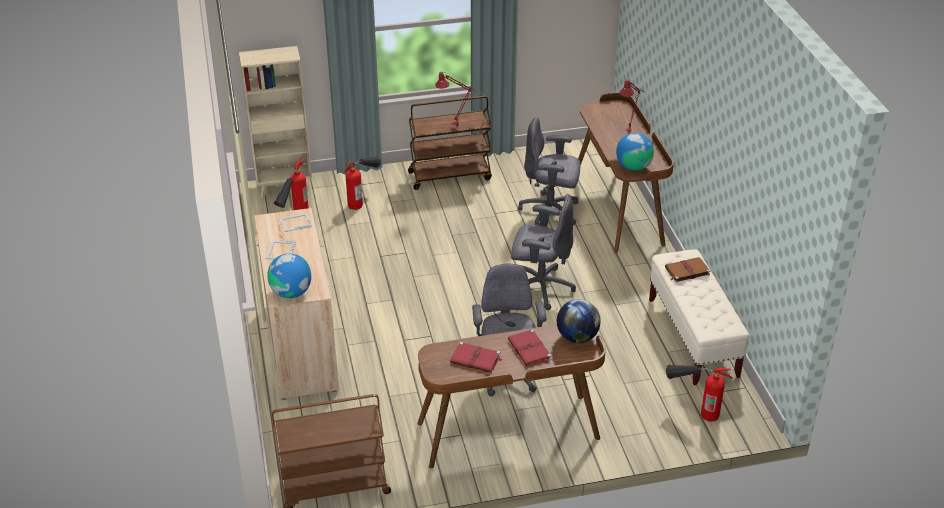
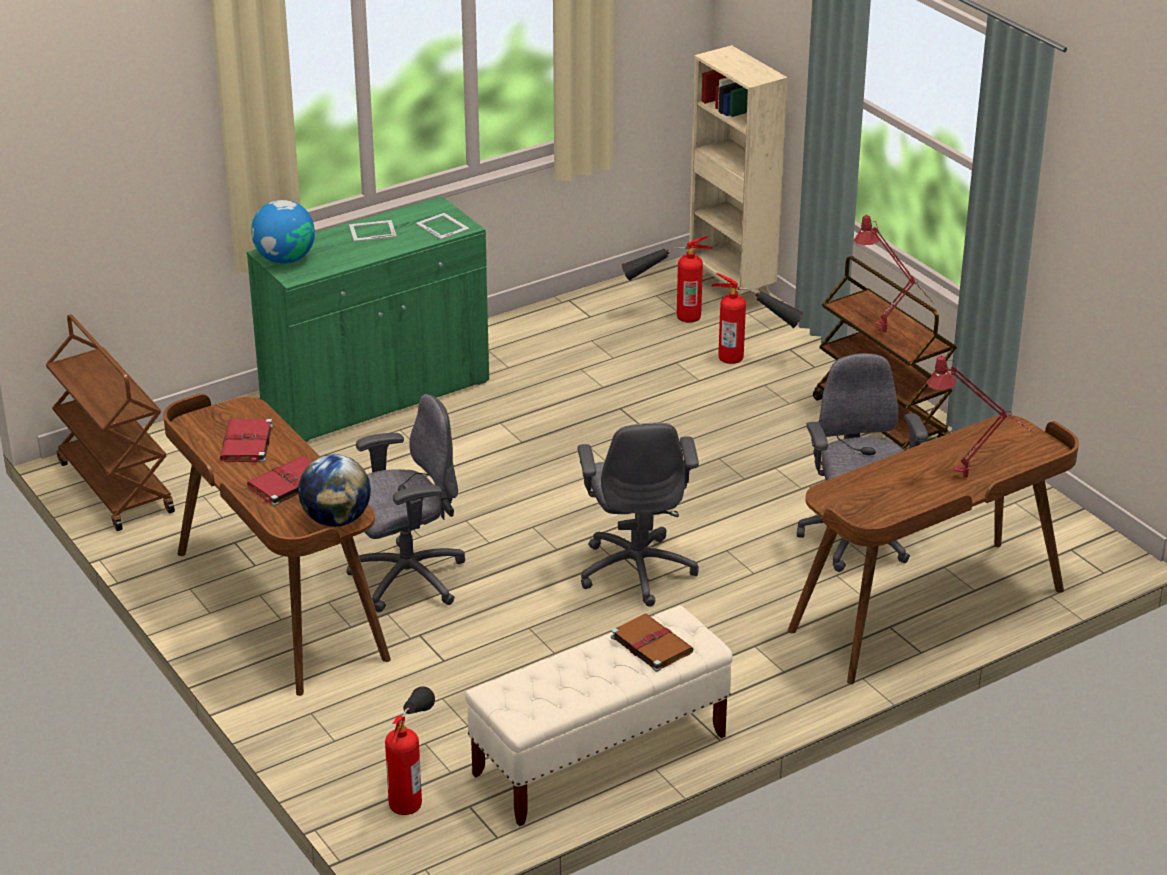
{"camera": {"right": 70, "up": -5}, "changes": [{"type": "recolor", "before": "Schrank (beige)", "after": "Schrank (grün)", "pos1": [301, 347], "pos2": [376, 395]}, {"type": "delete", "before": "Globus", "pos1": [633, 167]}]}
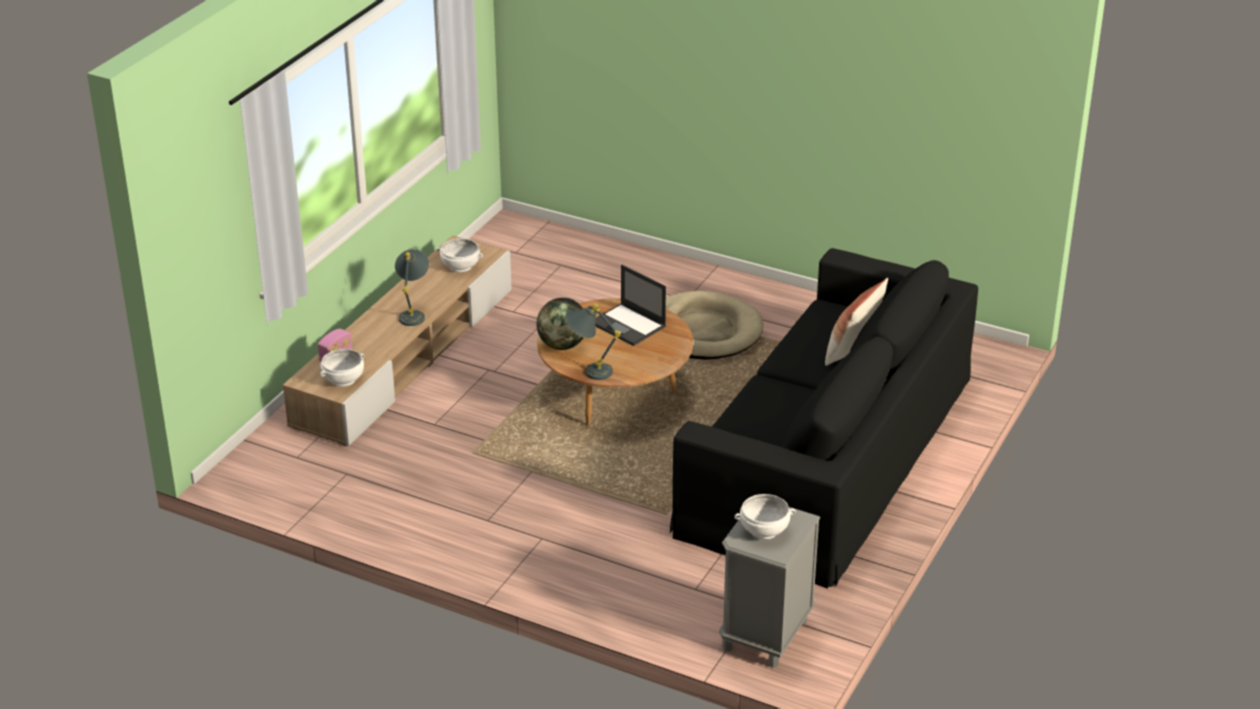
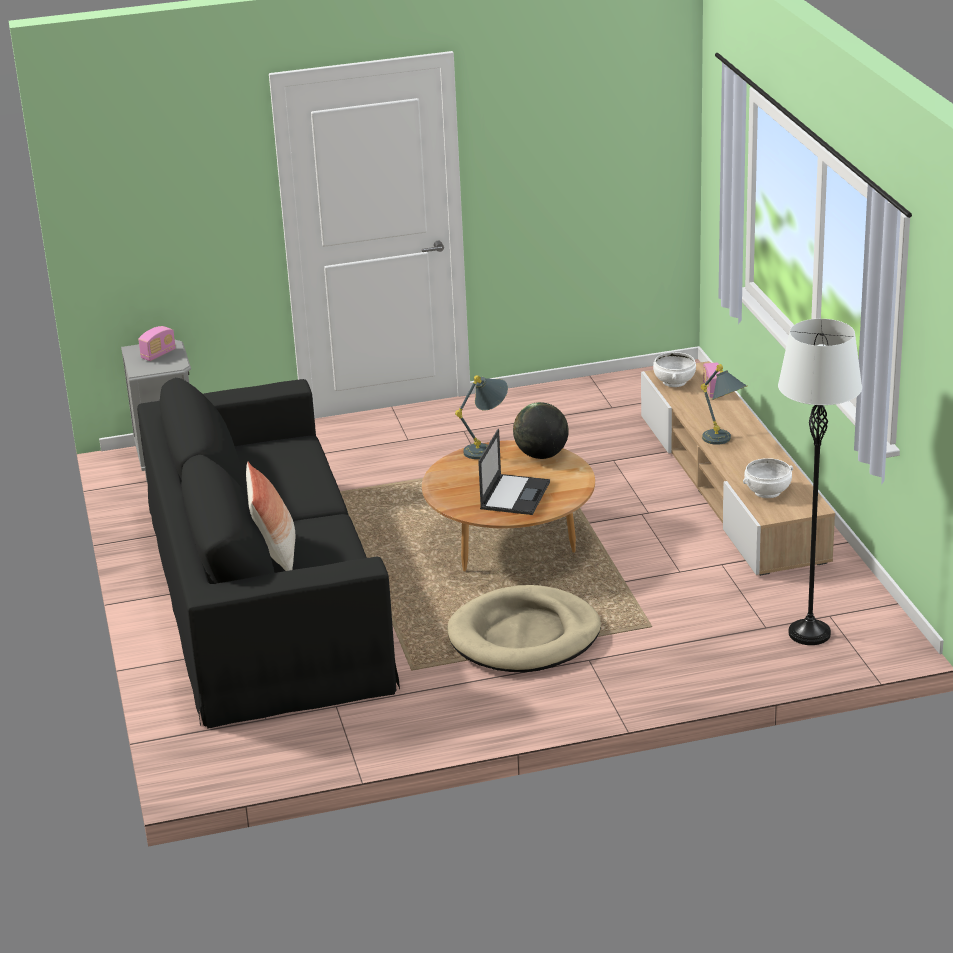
{"camera": {"right": 140, "up": -5}, "changes": [{"type": "replace", "before": "Schüssel (weiß)", "after": "Radio", "pos1": [764, 531], "pos2": [158, 354]}, {"type": "rotate", "before": "Laptop", "pos1": [629, 325], "pos2": [515, 495], "turn": 105}, {"type": "insert", "after": "Stehlampe (weiß)", "pos2": [809, 633]}]}
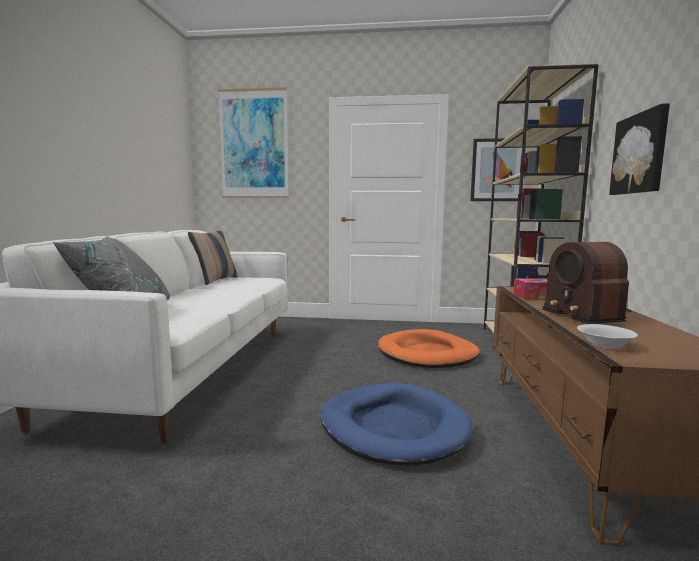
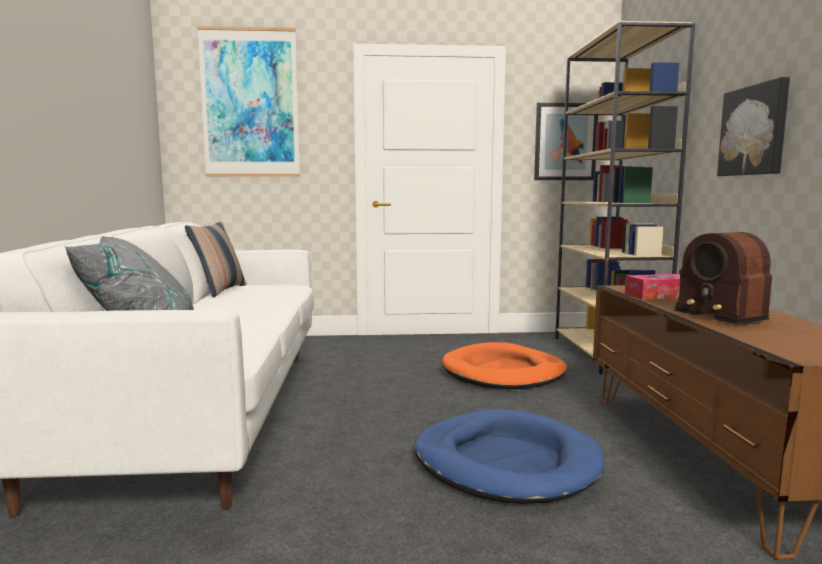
{"camera": {"right": -10, "up": 0}, "changes": [{"type": "delete", "before": "Schüssel (weiß)", "pos1": [605, 345]}]}
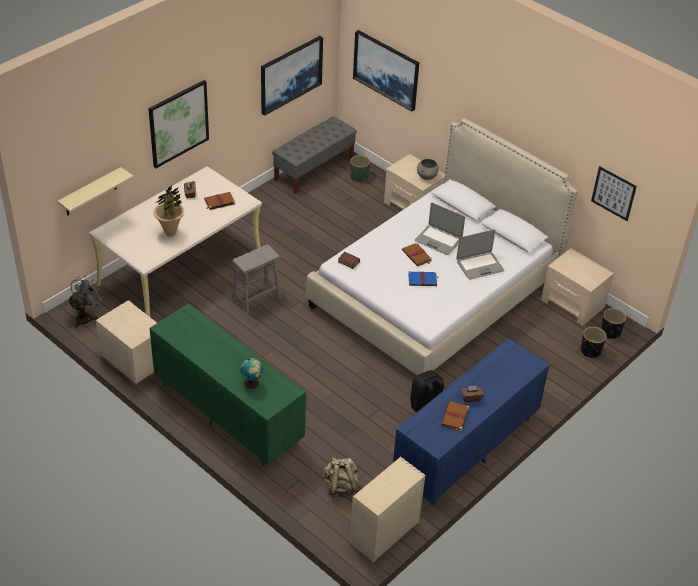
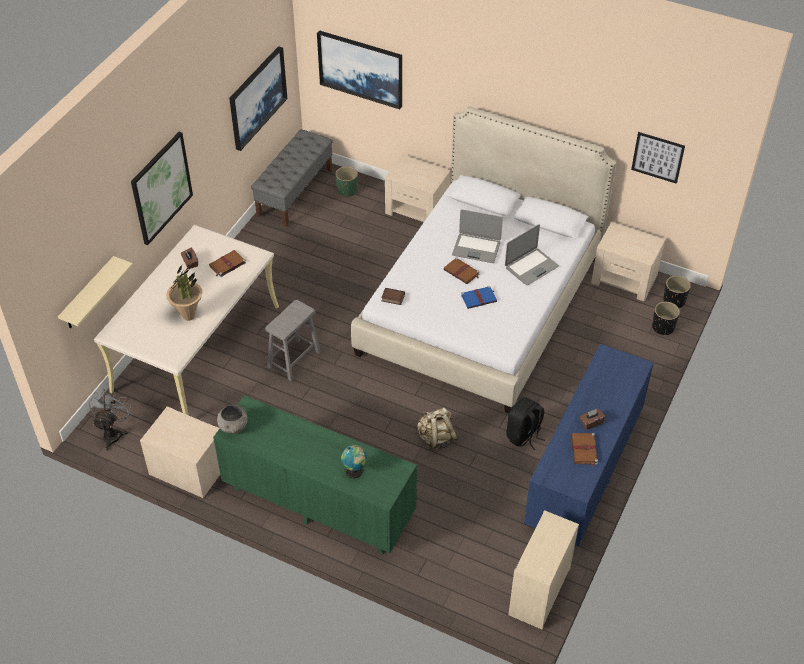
{"camera": {"right": -15, "up": 5}, "changes": [{"type": "move", "before": "Schüssel (grau)", "pos1": [427, 177], "pos2": [234, 427]}, {"type": "move", "before": "Rucksack (beige)", "pos1": [341, 487], "pos2": [436, 439]}]}
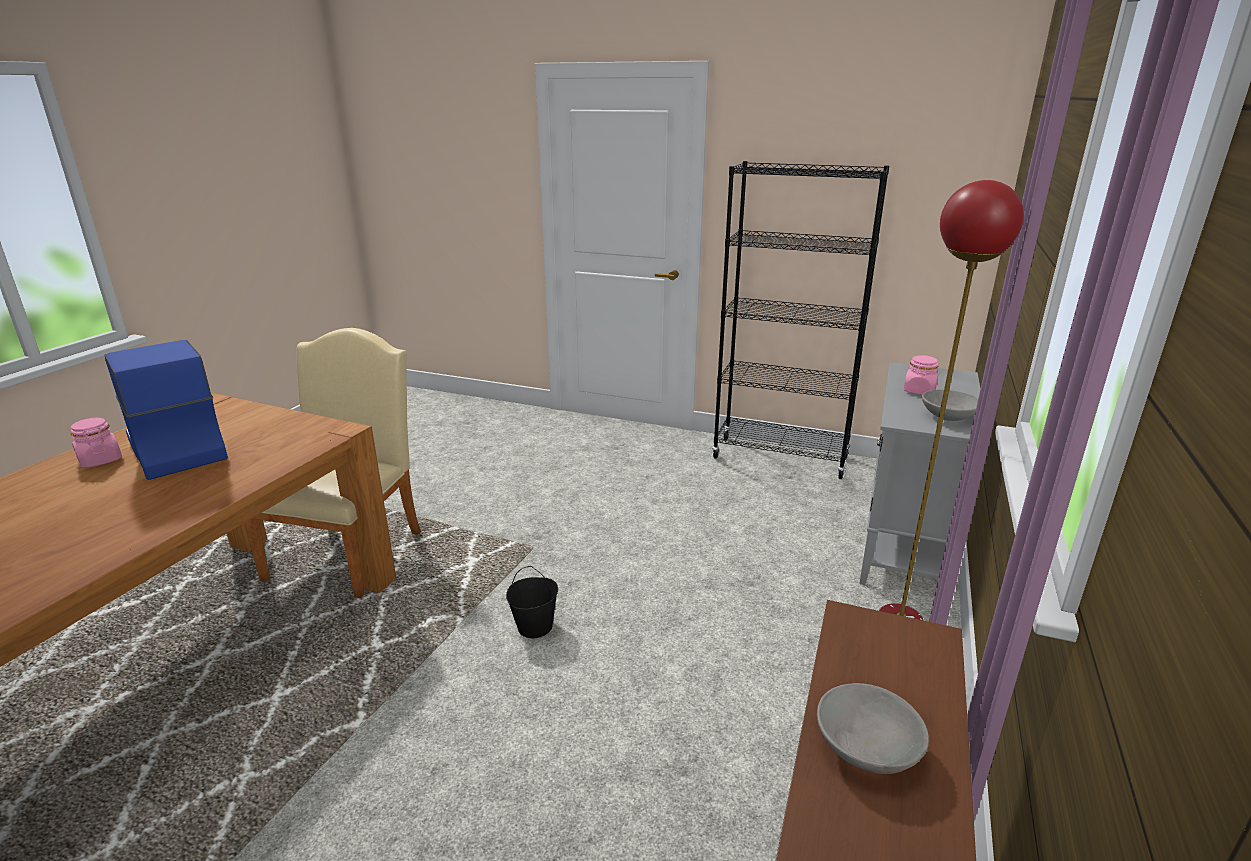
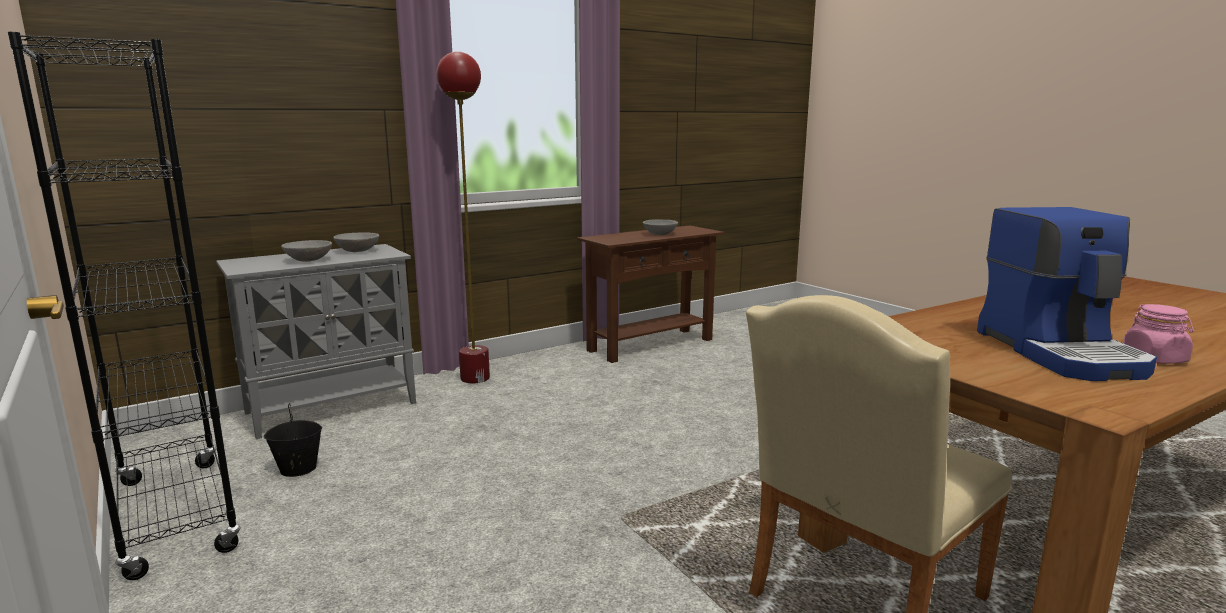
{"camera": {"right": -145, "up": -10}, "changes": [{"type": "move", "before": "Eimer (schwarz)", "pos1": [535, 626], "pos2": [297, 469]}, {"type": "replace", "before": "Vorratsglas (rosa)", "after": "Schüssel (grau)", "pos1": [919, 391], "pos2": [308, 260]}]}
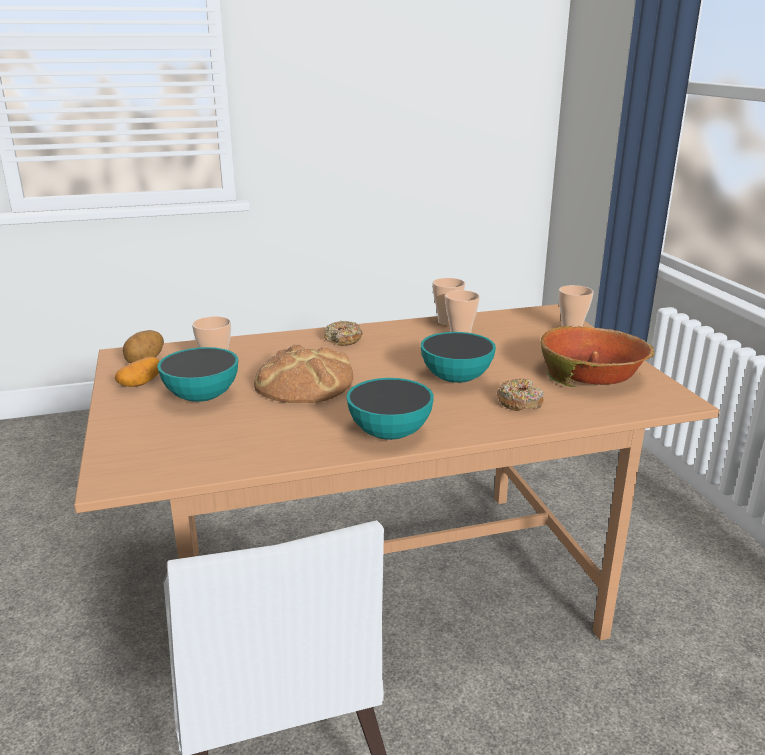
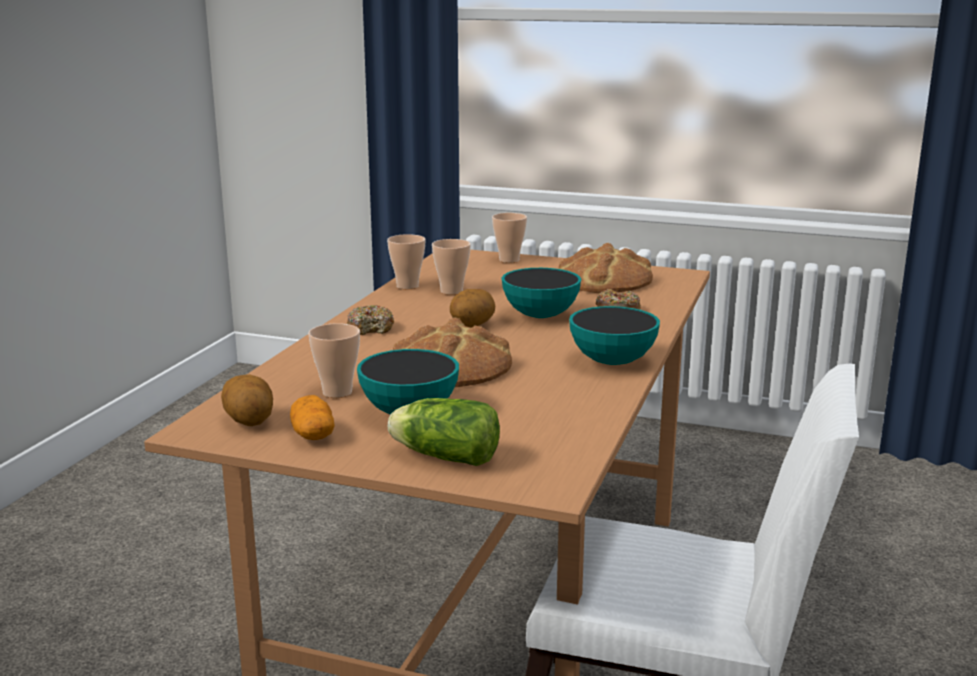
{"camera": {"right": -55, "up": -5}, "changes": [{"type": "insert", "after": "Salatkopf", "pos2": [443, 456]}, {"type": "insert", "after": "Kartoffel", "pos2": [472, 326]}, {"type": "replace", "before": "Schüssel", "after": "Brot", "pos1": [592, 375], "pos2": [603, 280]}]}
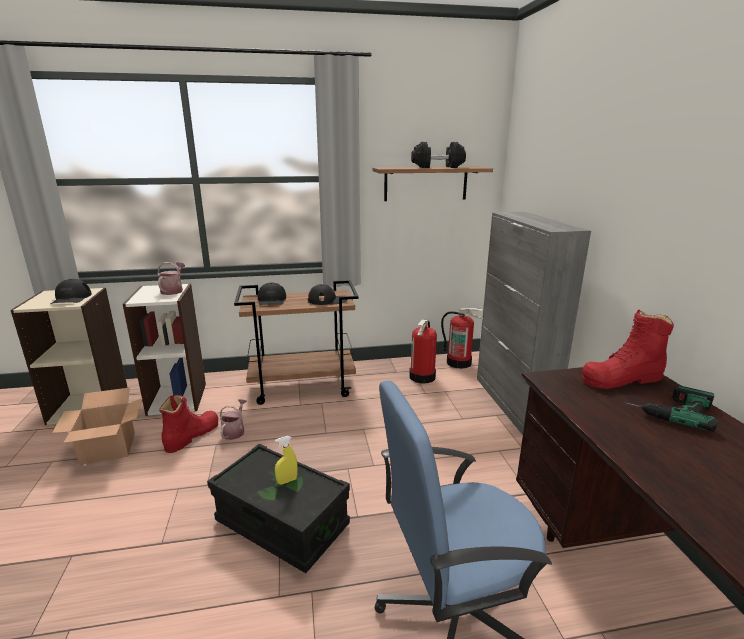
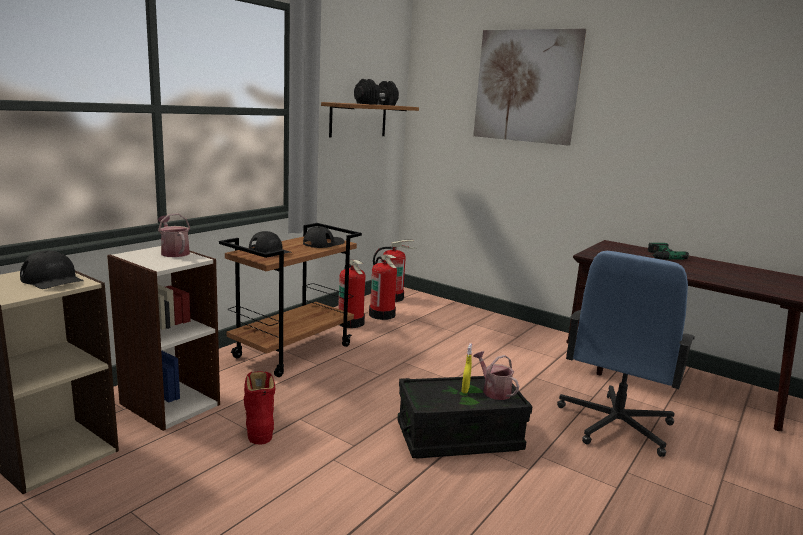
{"camera": {"right": -45, "up": -5}, "changes": [{"type": "insert", "after": "Feuerlöscher", "pos2": [351, 322]}, {"type": "insert", "after": "Bild", "pos2": [526, 86]}, {"type": "move", "before": "Gießkanne", "pos1": [235, 431], "pos2": [494, 391]}, {"type": "delete", "before": "Karton", "pos1": [109, 448]}, {"type": "delete", "before": "Schrank (grau)", "pos1": [512, 403]}, {"type": "delete", "before": "Stiefel (rot)", "pos1": [622, 379]}]}
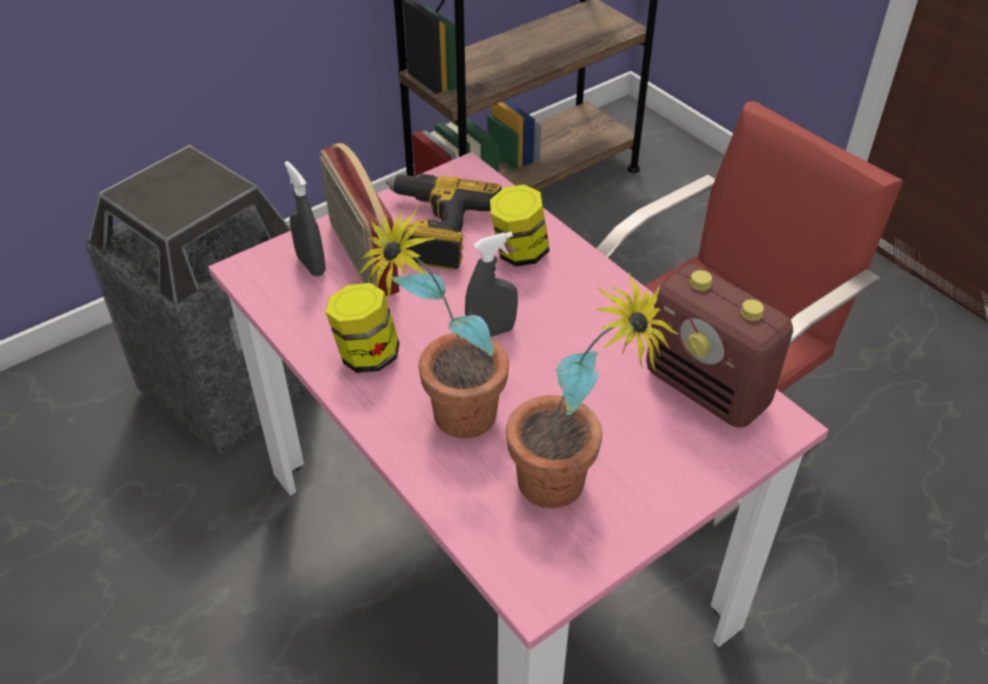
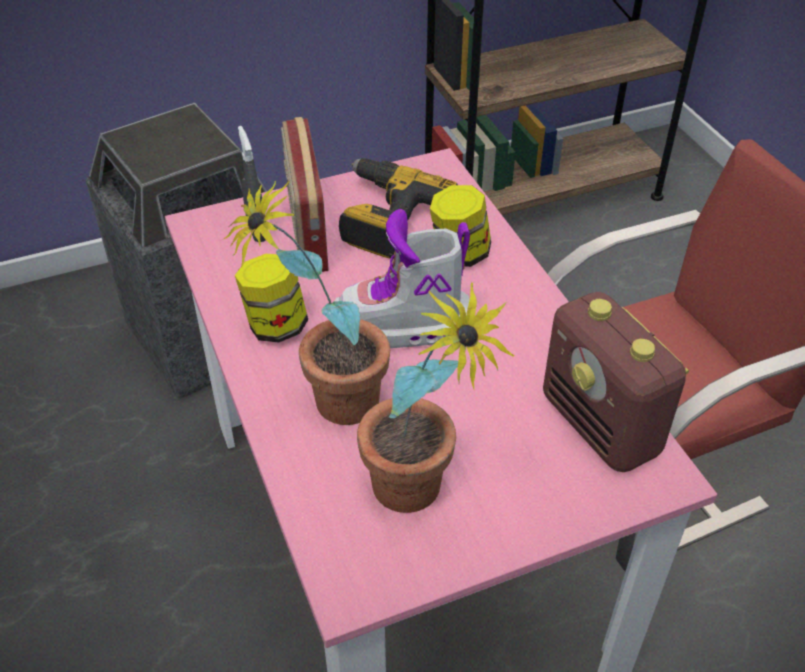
{"camera": {"right": 15, "up": 0}, "changes": [{"type": "replace", "before": "Sprühflasche (grau)", "after": "Stiefel", "pos1": [491, 332], "pos2": [403, 326]}]}
